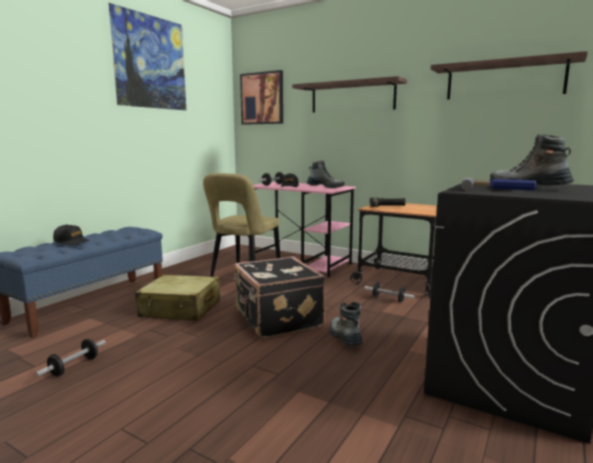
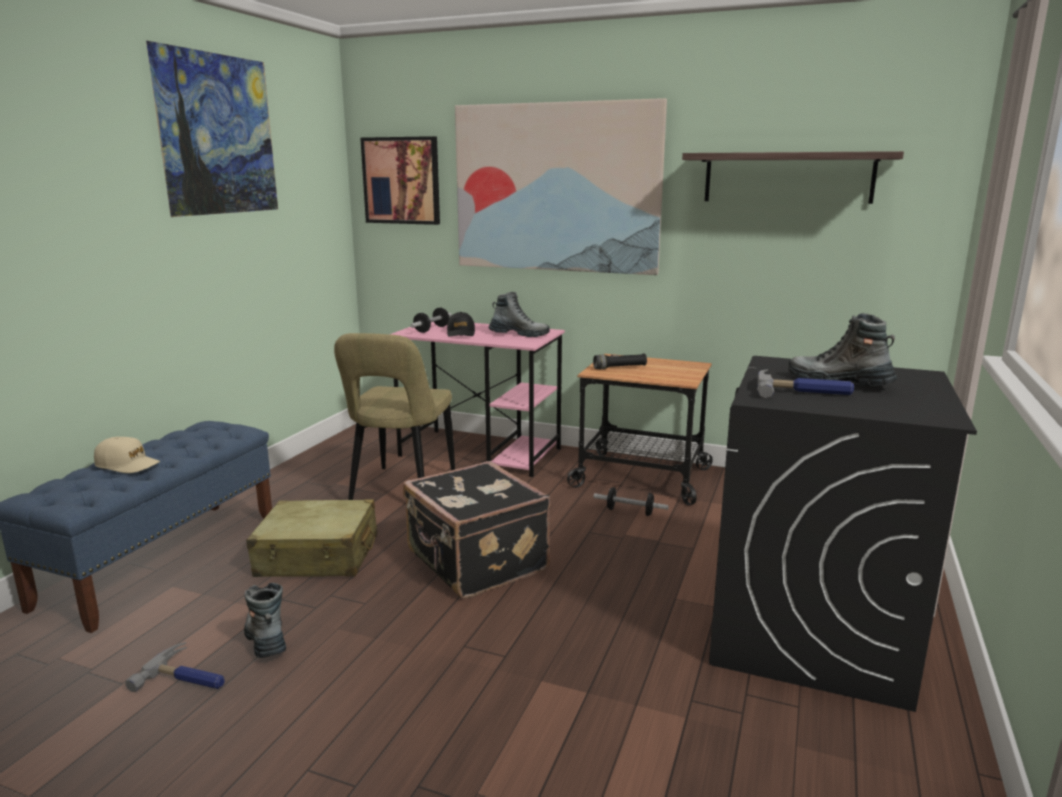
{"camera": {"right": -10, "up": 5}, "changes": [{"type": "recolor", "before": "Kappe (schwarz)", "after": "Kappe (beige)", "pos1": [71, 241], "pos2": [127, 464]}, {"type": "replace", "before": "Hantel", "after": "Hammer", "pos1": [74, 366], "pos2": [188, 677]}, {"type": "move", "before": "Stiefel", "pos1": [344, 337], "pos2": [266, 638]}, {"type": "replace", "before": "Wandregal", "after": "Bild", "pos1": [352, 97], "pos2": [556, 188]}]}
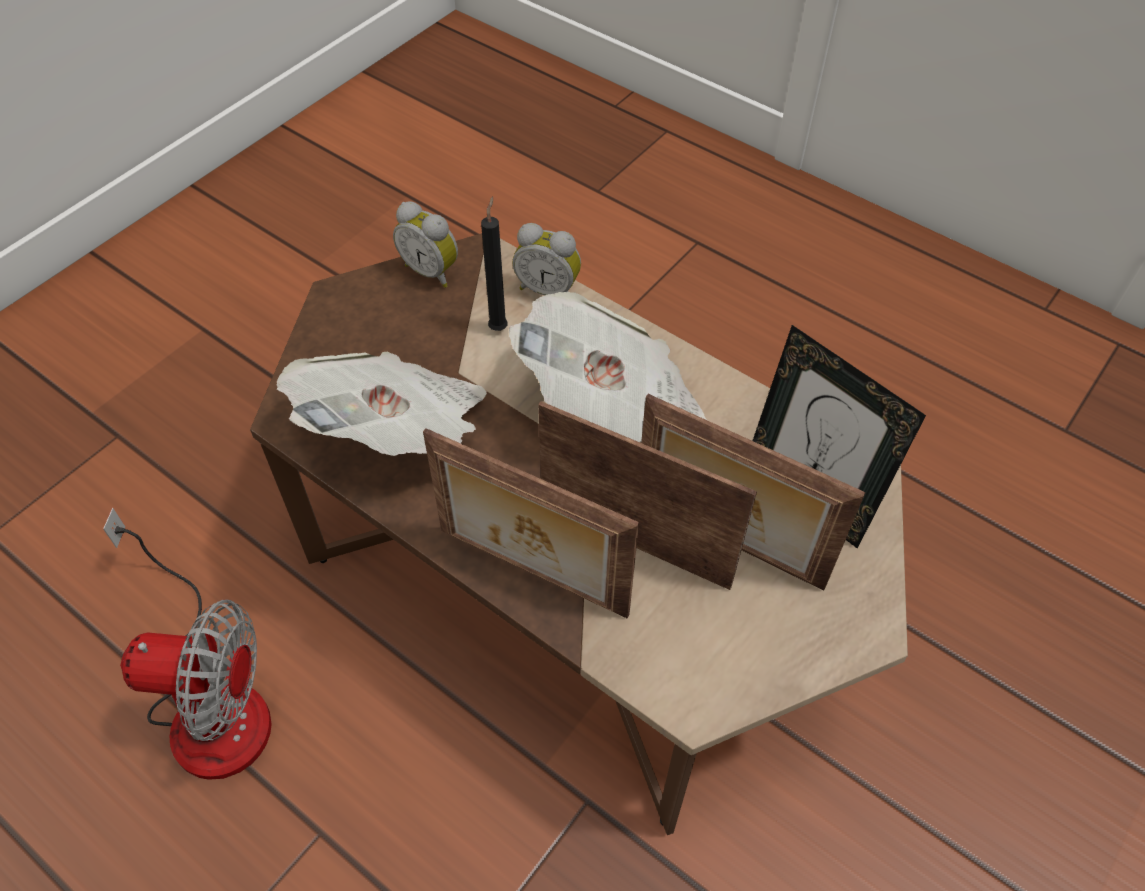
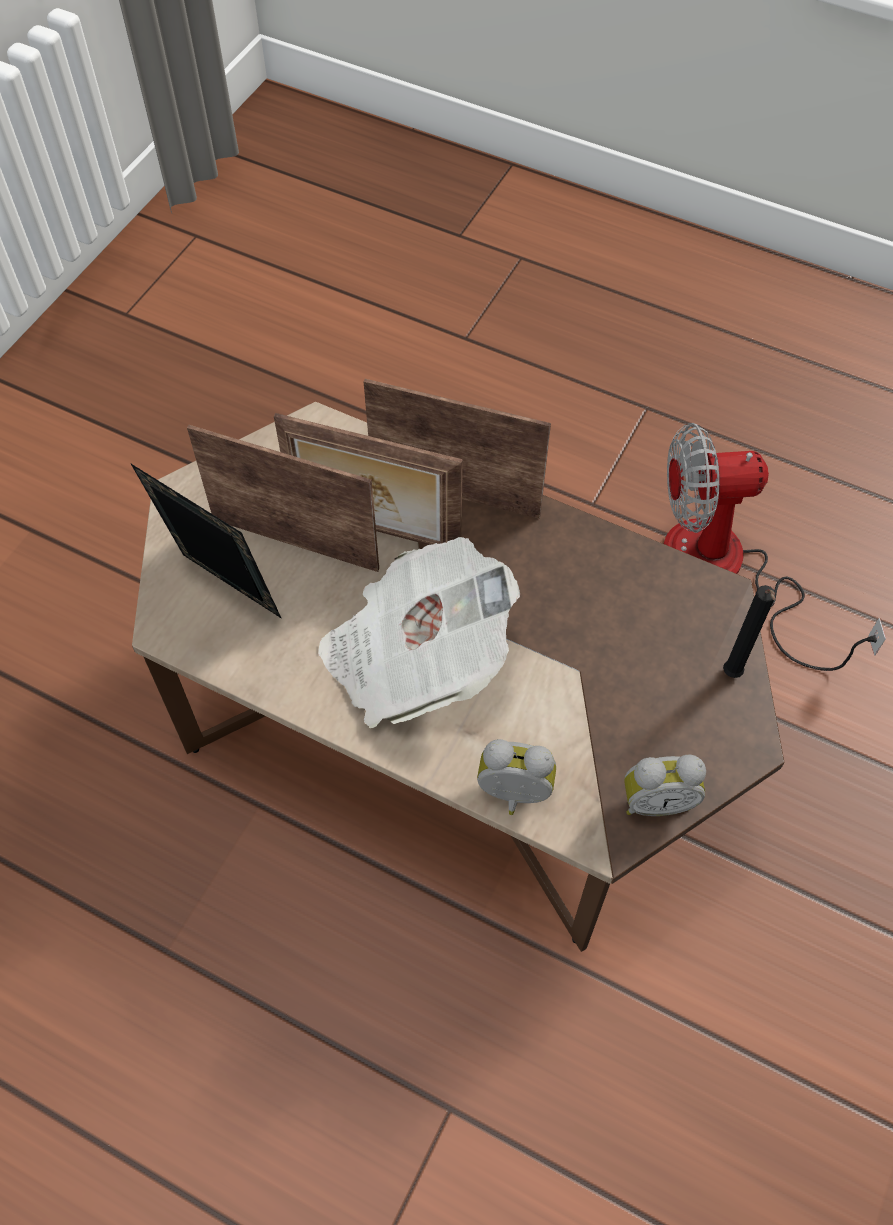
{"camera": {"right": 170, "up": 5}, "changes": [{"type": "rotate", "before": "Wecker", "pos1": [432, 271], "pos2": [656, 800], "turn": 150}, {"type": "move", "before": "Kerze (schwarz)", "pos1": [499, 327], "pos2": [732, 676]}, {"type": "delete", "before": "Zeitung", "pos1": [397, 431]}]}
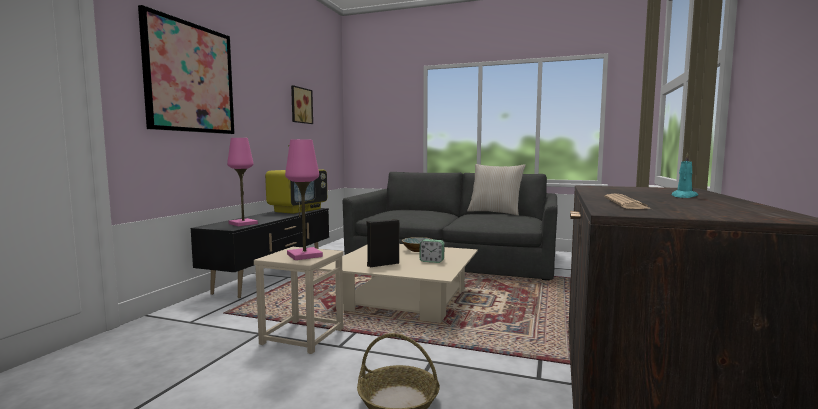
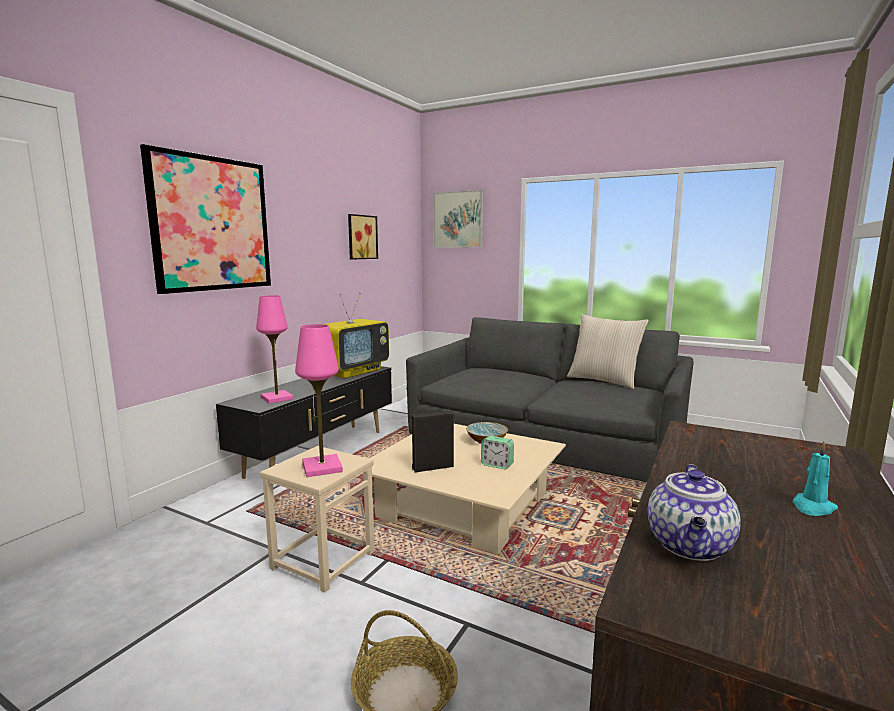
{"camera": {"right": 10, "up": 5}, "changes": [{"type": "insert", "after": "Bild", "pos2": [458, 219]}, {"type": "replace", "before": "Zeitung", "after": "Teekanne", "pos1": [625, 203], "pos2": [690, 547]}]}
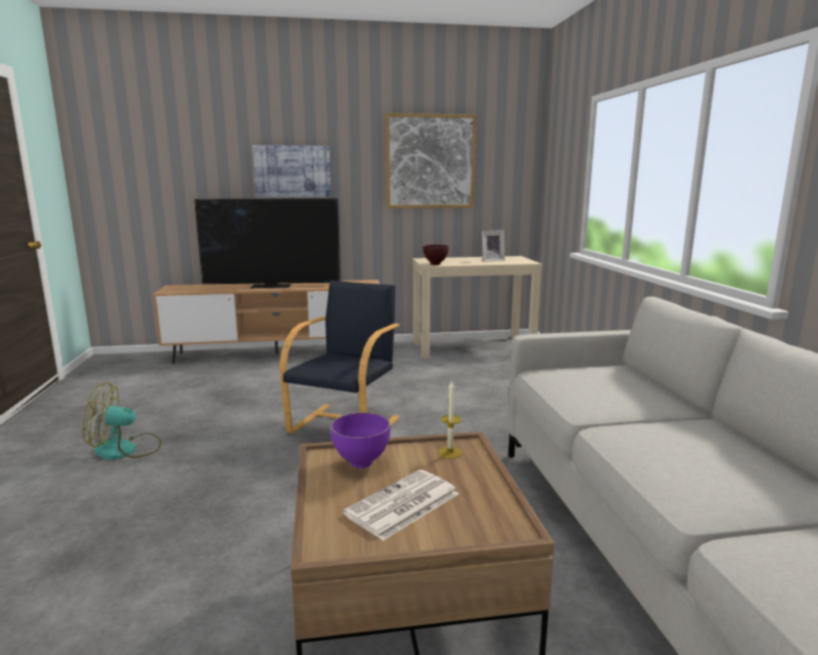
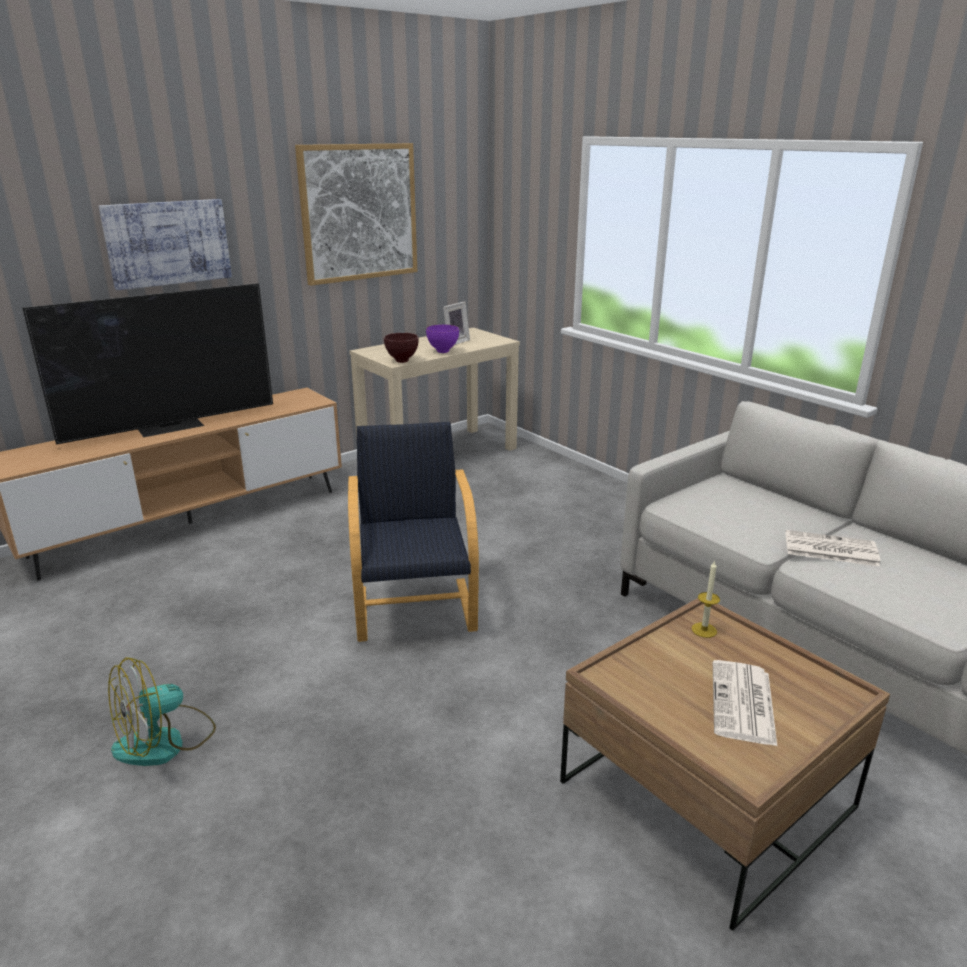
{"camera": {"right": -30, "up": 10}, "changes": [{"type": "move", "before": "Schüssel (lila)", "pos1": [360, 464], "pos2": [442, 352]}, {"type": "insert", "after": "Zeitung", "pos2": [829, 549]}]}
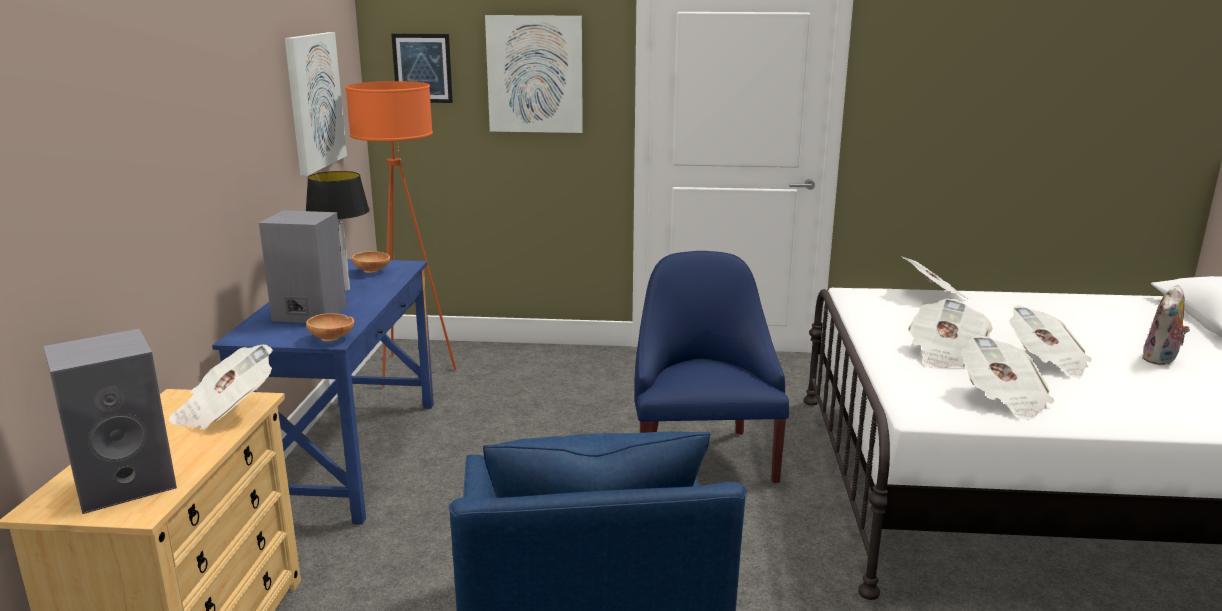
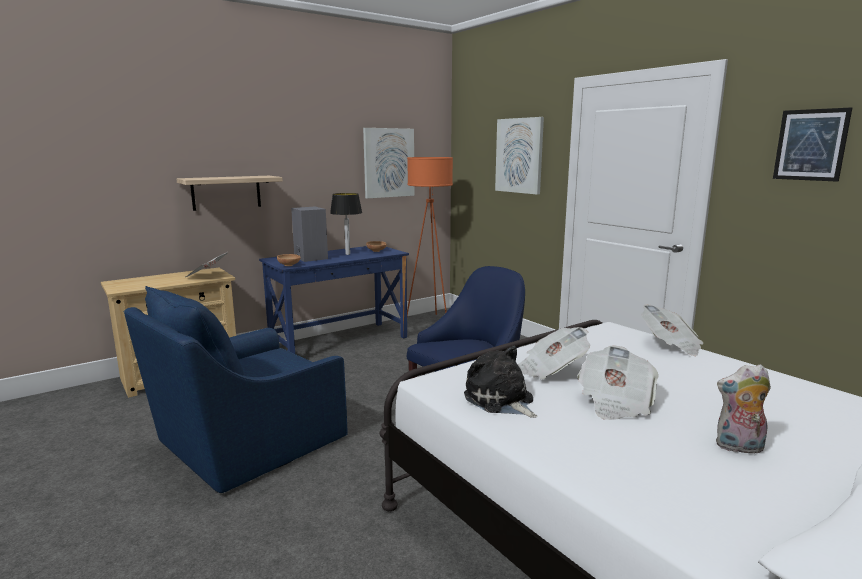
{"camera": {"right": 50, "up": -5}, "changes": [{"type": "insert", "after": "Wandregal", "pos2": [226, 192]}, {"type": "replace", "before": "Zeitung", "after": "Plüschtier", "pos1": [1003, 399], "pos2": [500, 400]}, {"type": "move", "before": "Bild", "pos1": [422, 68], "pos2": [810, 145]}, {"type": "delete", "before": "Lautsprecher (grau)", "pos1": [127, 482]}]}
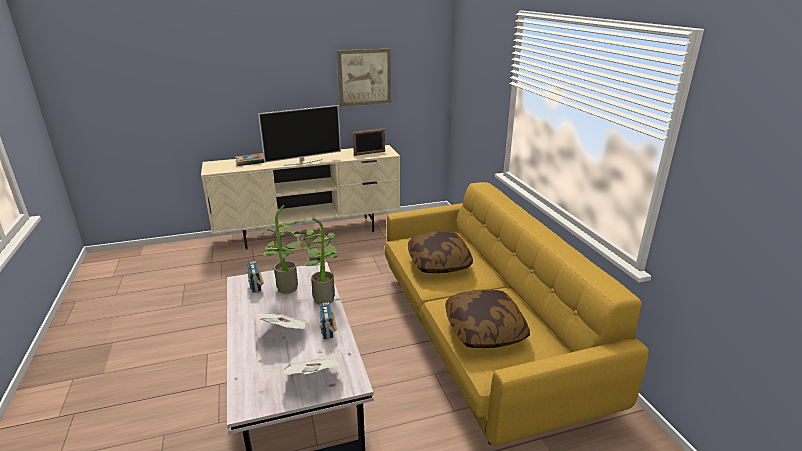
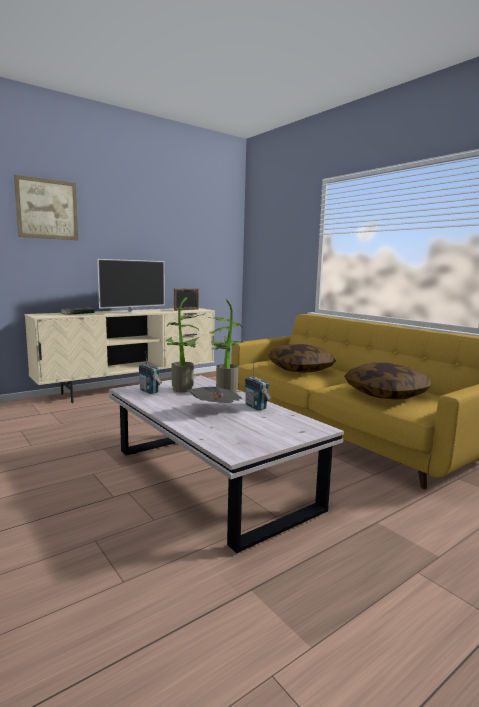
{"camera": {"right": -20, "up": -15}, "changes": [{"type": "move", "before": "Bild", "pos1": [364, 77], "pos2": [47, 209]}, {"type": "delete", "before": "Zeitung", "pos1": [313, 377]}]}
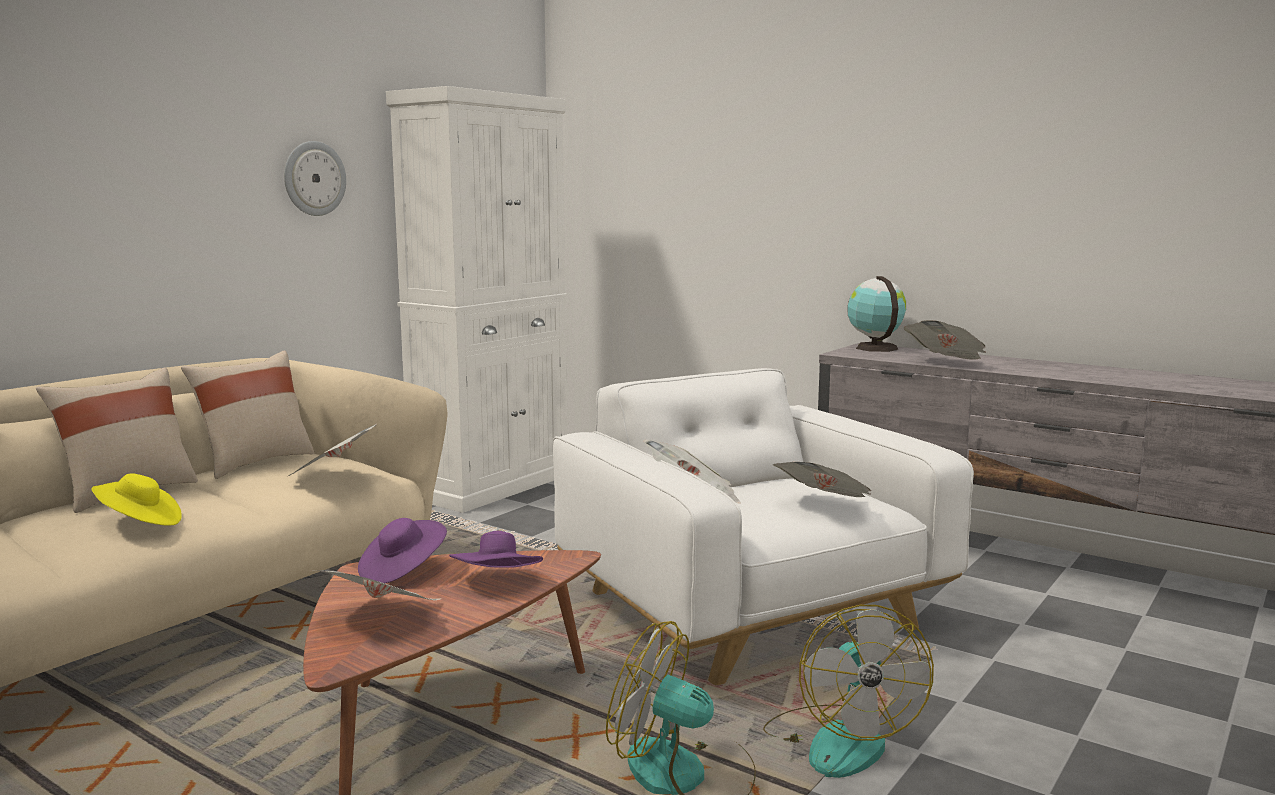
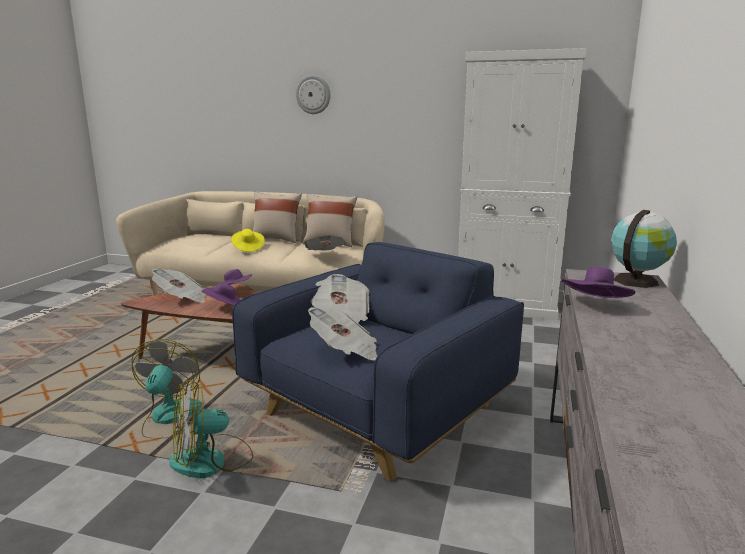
{"camera": {"right": 70, "up": 5}, "changes": [{"type": "recolor", "before": "Sessel (weiß)", "after": "Sessel (blau)", "pos1": [749, 610], "pos2": [378, 410]}, {"type": "move", "before": "Wanduhr", "pos1": [314, 178], "pos2": [313, 94]}, {"type": "replace", "before": "Zeitung", "after": "Hut (lila)", "pos1": [946, 363], "pos2": [595, 305]}]}
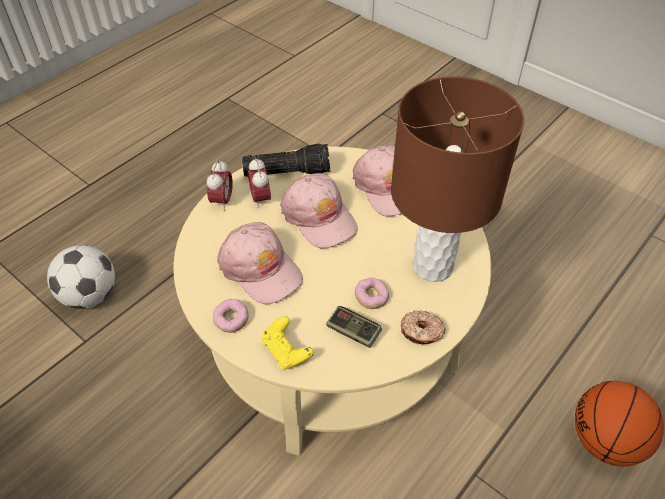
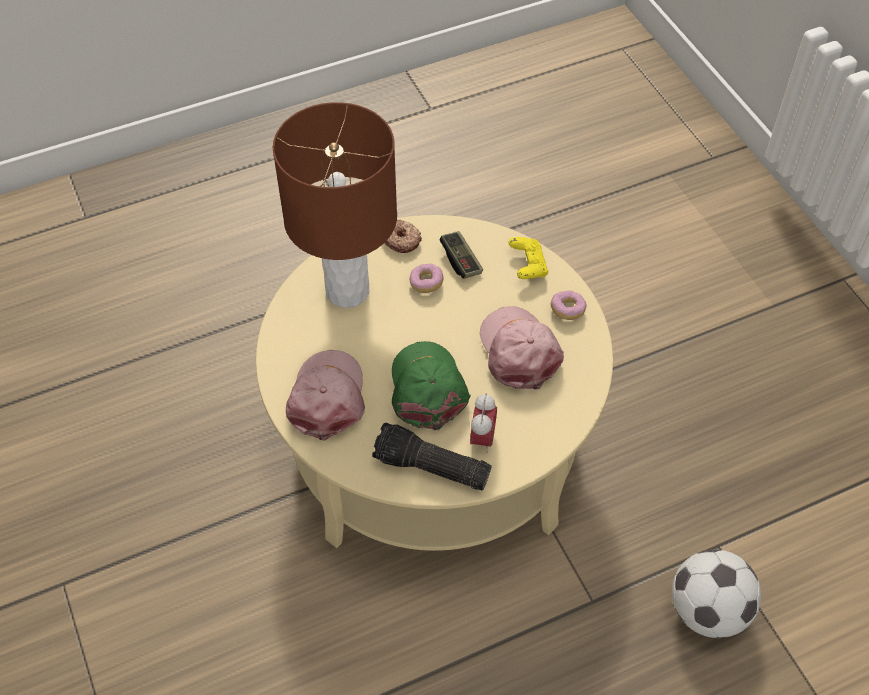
{"camera": {"right": -155, "up": 5}, "changes": [{"type": "recolor", "before": "Kappe (rosa)", "after": "Kappe (grün)", "pos1": [319, 217], "pos2": [427, 388]}, {"type": "delete", "before": "Wecker", "pos1": [222, 201]}, {"type": "delete", "before": "Basketball", "pos1": [605, 441]}]}
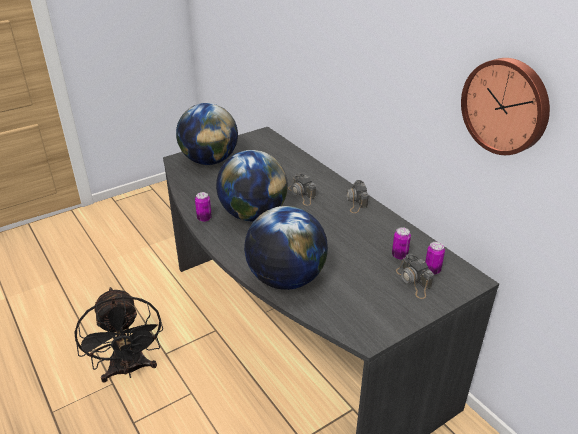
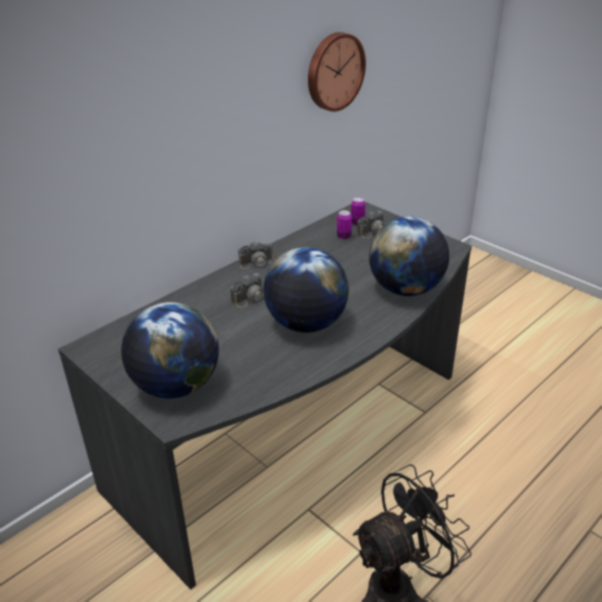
{"camera": {"right": -100, "up": 0}, "changes": [{"type": "delete", "before": "Dose", "pos1": [204, 218]}]}
